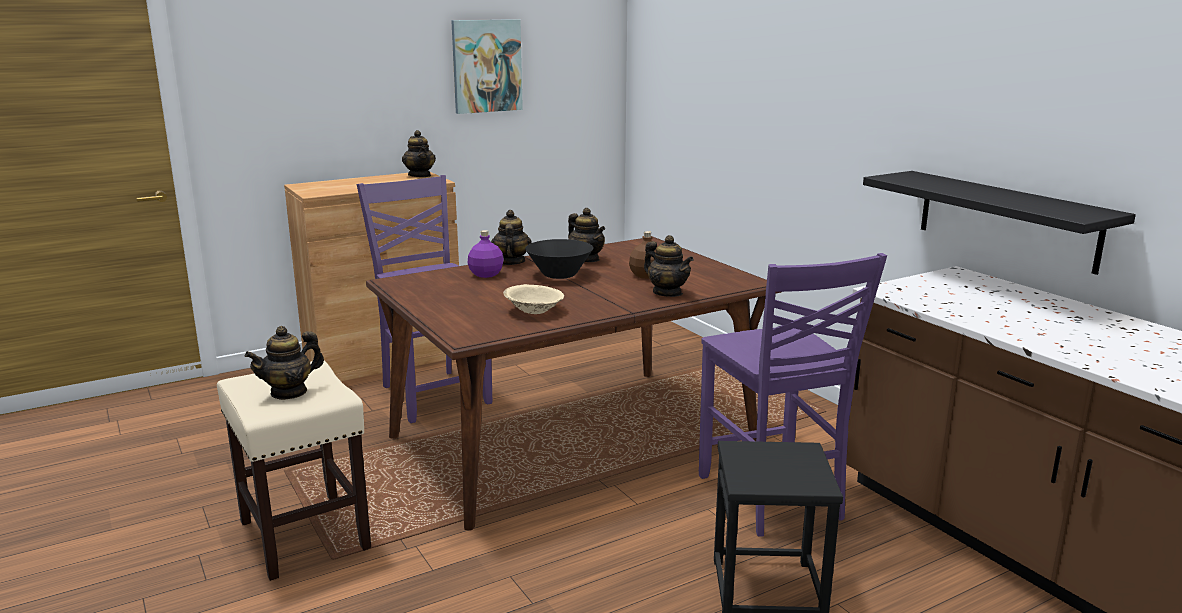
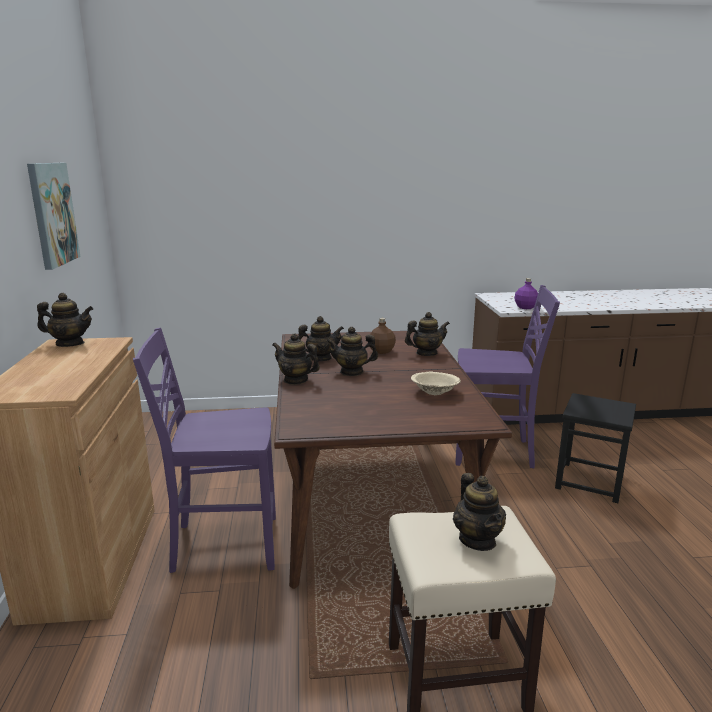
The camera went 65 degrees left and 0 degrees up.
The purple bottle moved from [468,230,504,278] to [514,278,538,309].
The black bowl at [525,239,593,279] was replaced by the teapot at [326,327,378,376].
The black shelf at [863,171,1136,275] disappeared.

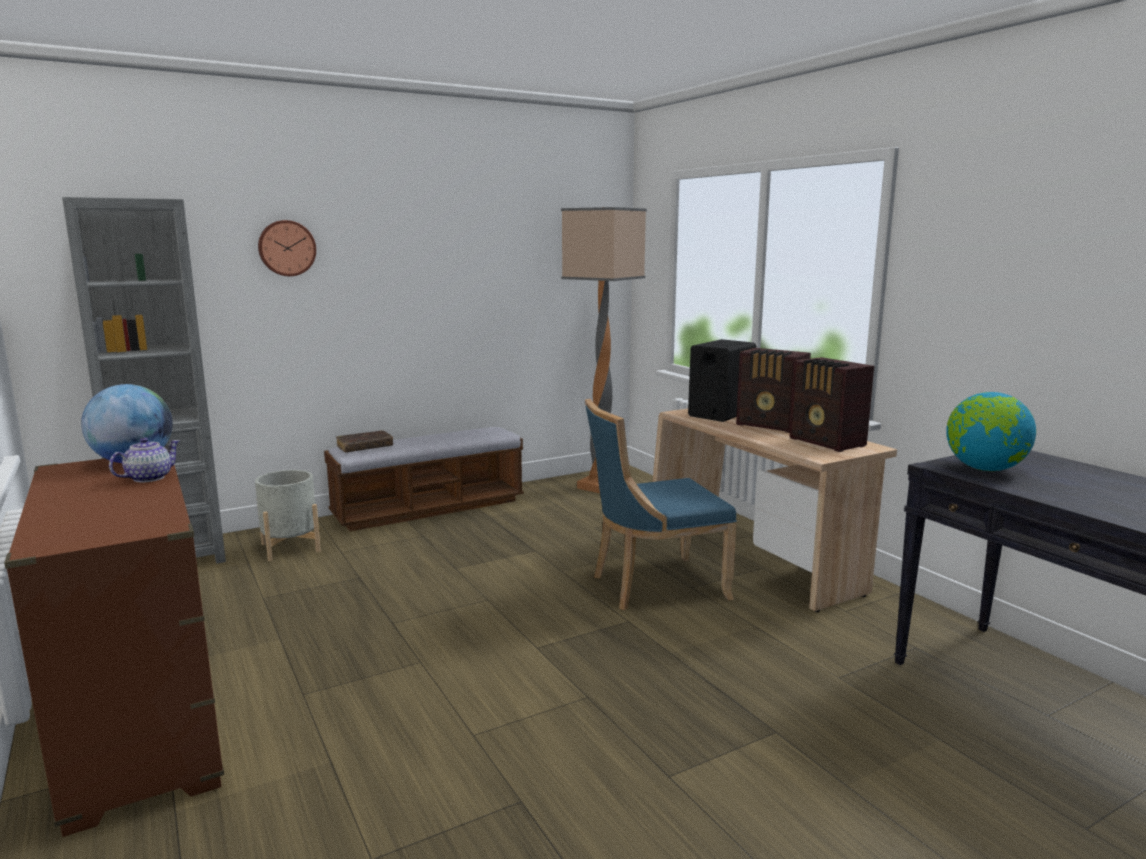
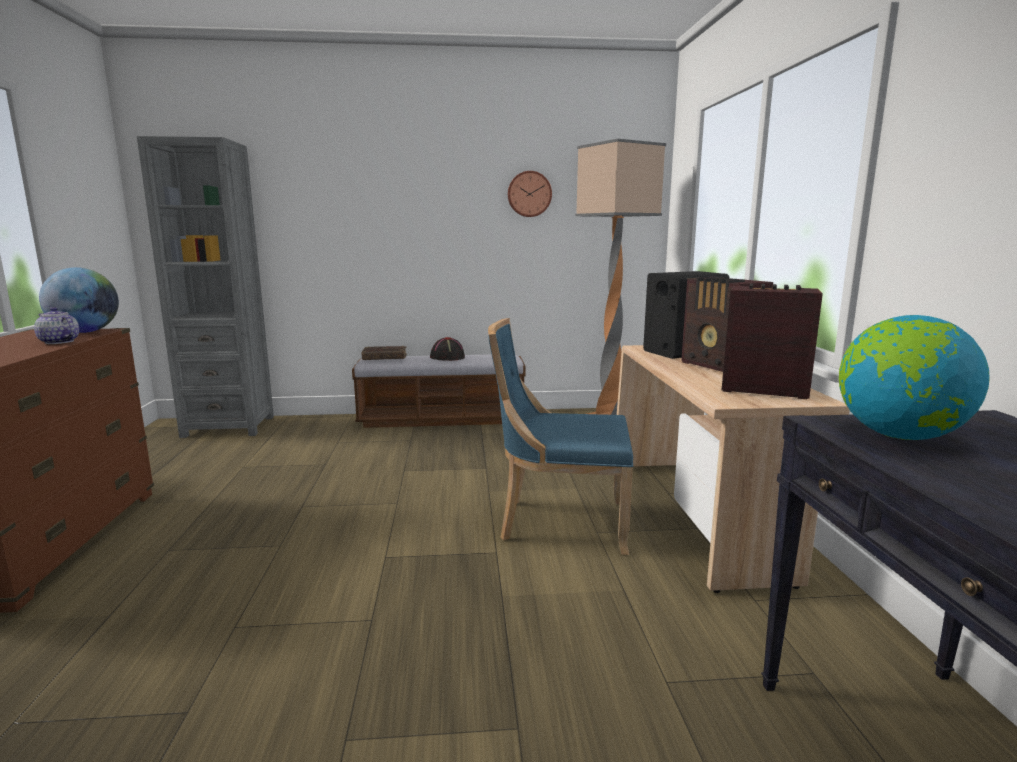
The camera went 25 degrees right and 0 degrees up.
The teapot at [109,438,180,482] turned 120 degrees counterclockwise.
The grey planter at [255,470,321,561] disappeared.
The wall clock moved from [258,220,316,276] to [508,171,552,217].
The radio at [789,357,874,452] turned 120 degrees clockwise.
The black hat at [430,337,465,361] appeared.

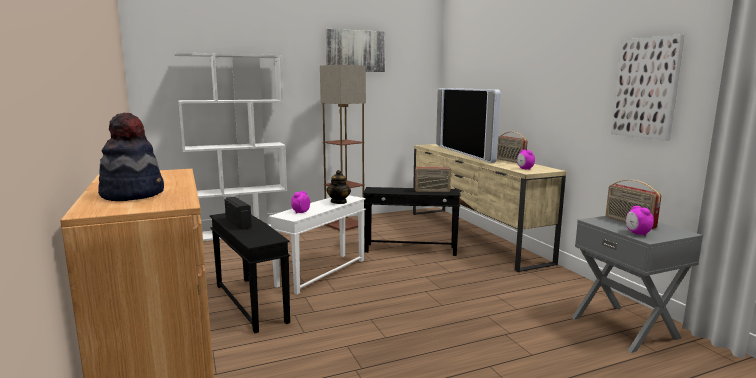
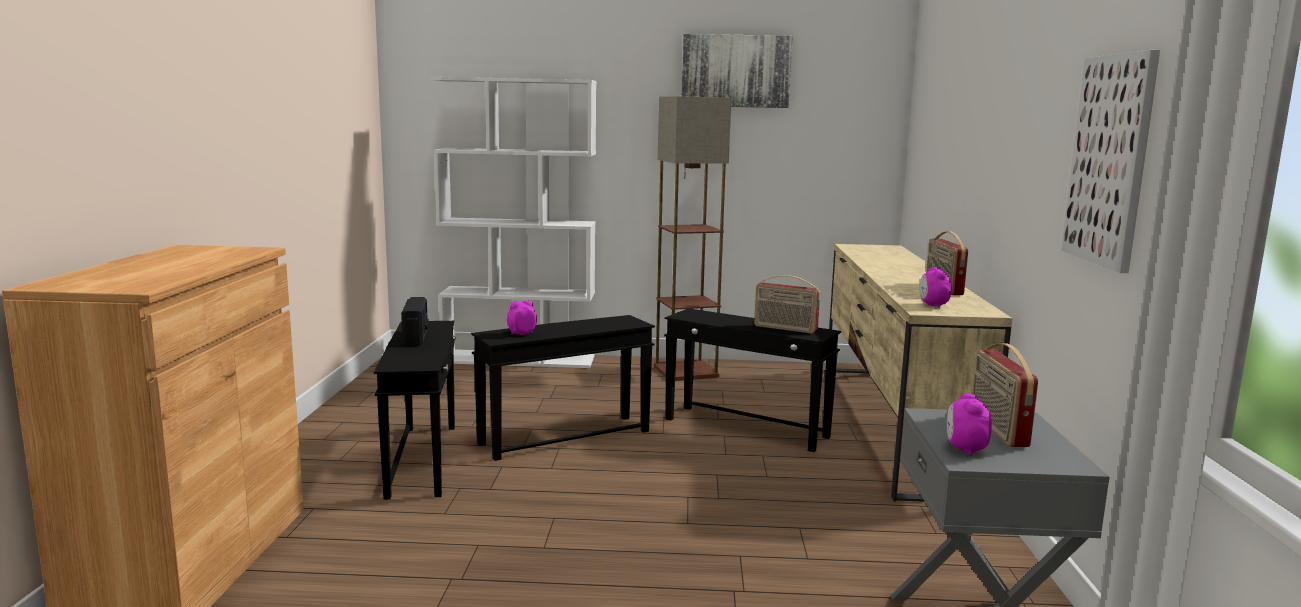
The camera went 25 degrees right and 0 degrees up.
The hat at [98,113,164,201] disappeared.
The white side table at [269,195,366,294] became the black side table at [471,315,655,461].
The teapot at [326,170,351,204] disappeared.
The television at [436,88,501,163] disappeared.

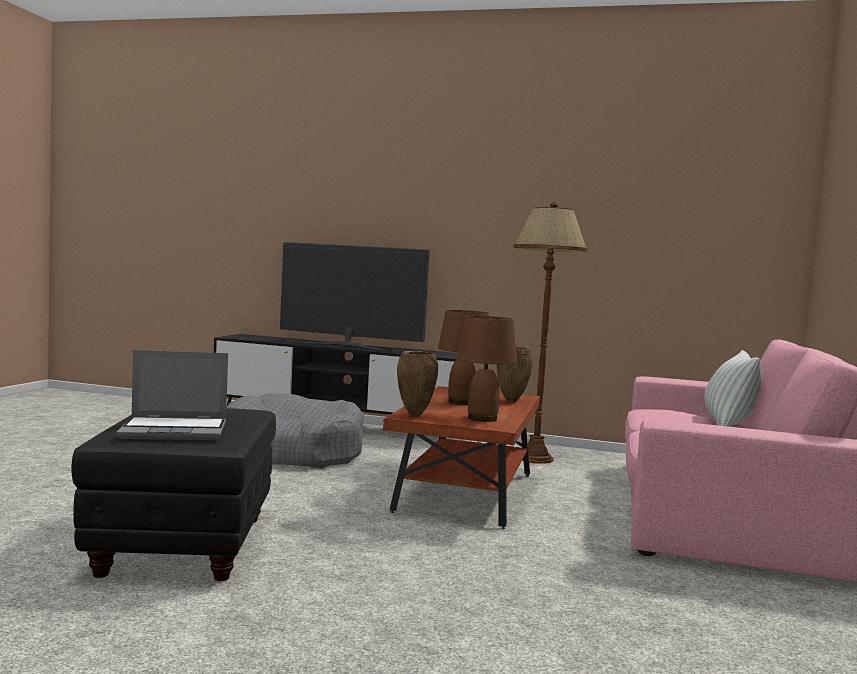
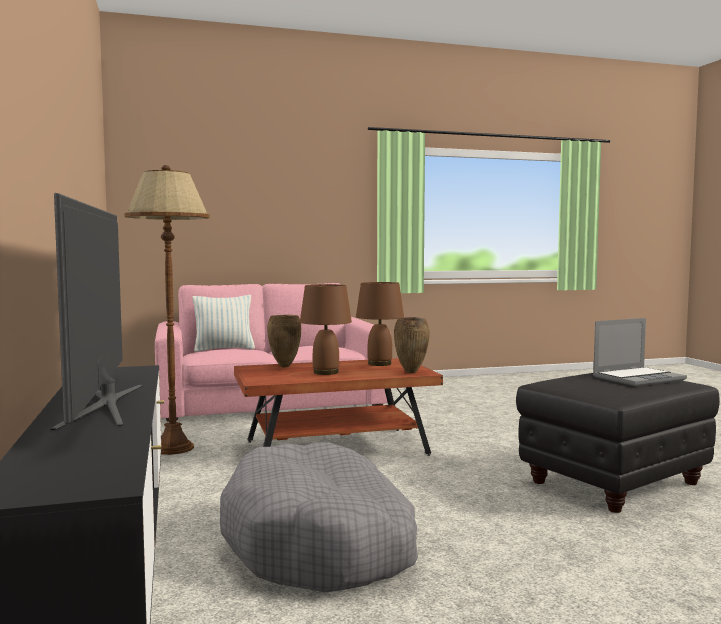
The camera went 120 degrees left and 0 degrees up.
The laptop at [116,350,228,440] turned 105 degrees clockwise.

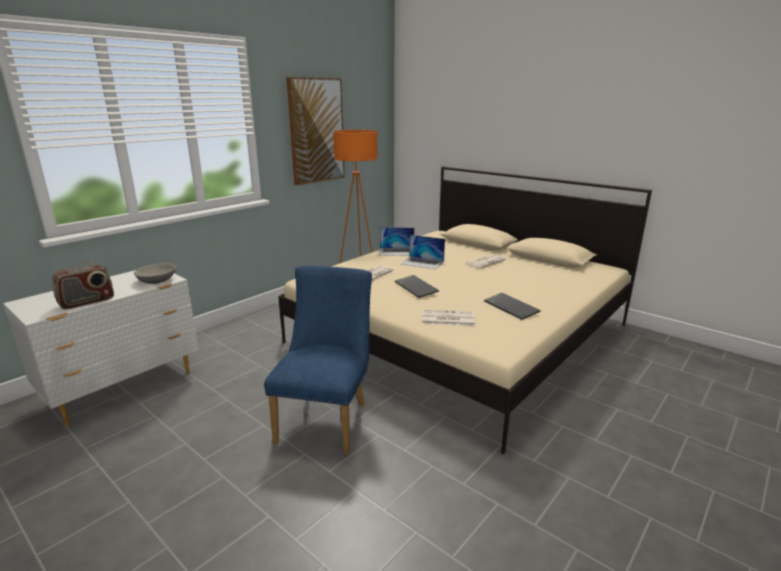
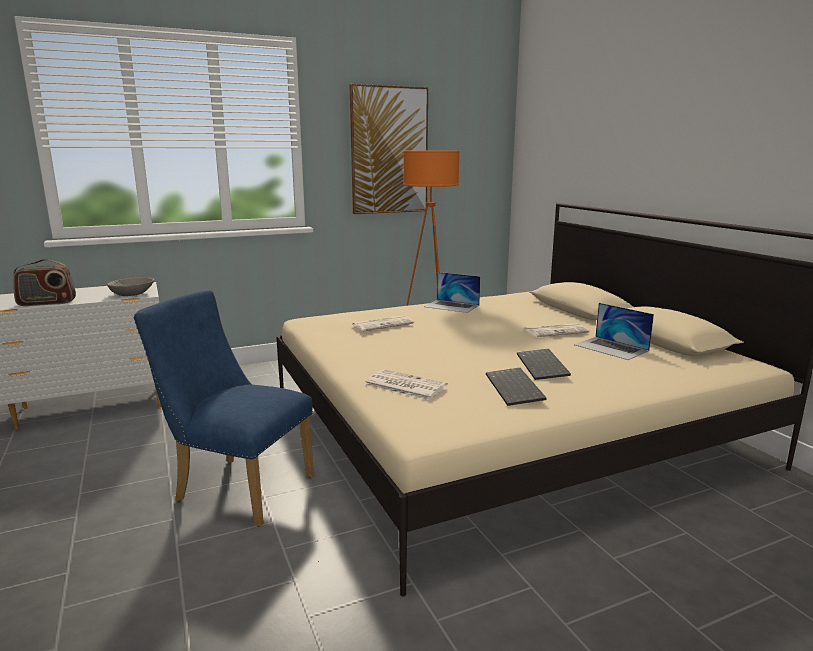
The camera went 25 degrees right and 5 degrees down.
The blue chair at [264,266,372,455] turned 105 degrees counterclockwise.
The keyboard moved from [395,275,439,298] to [517,349,571,380].
The laptop moved from [400,235,445,269] to [574,303,654,360].

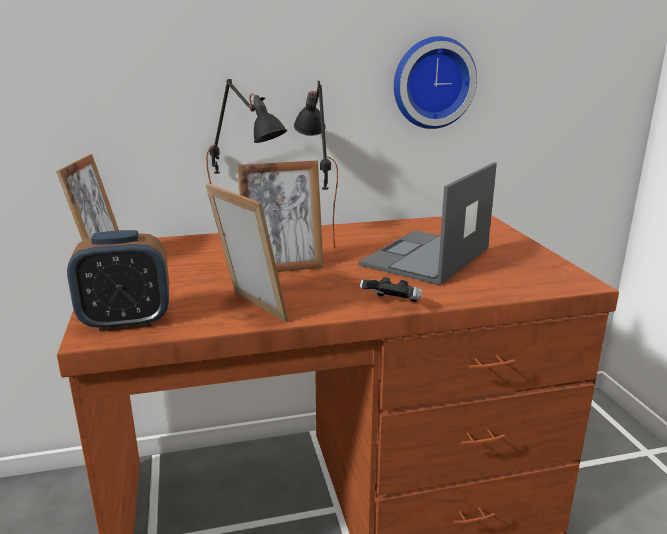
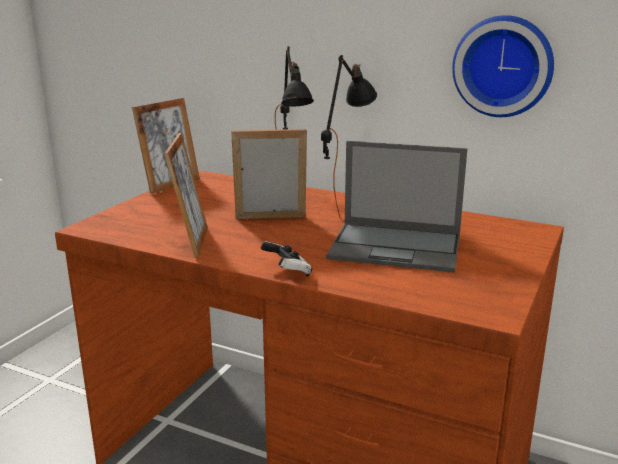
The camera went 40 degrees right and 0 degrees up.
The alarm clock at [67,230,169,332] disappeared.
The picture frame at [237,160,324,272] turned 150 degrees clockwise.
The laptop at [359,162,497,285] turned 150 degrees counterclockwise.

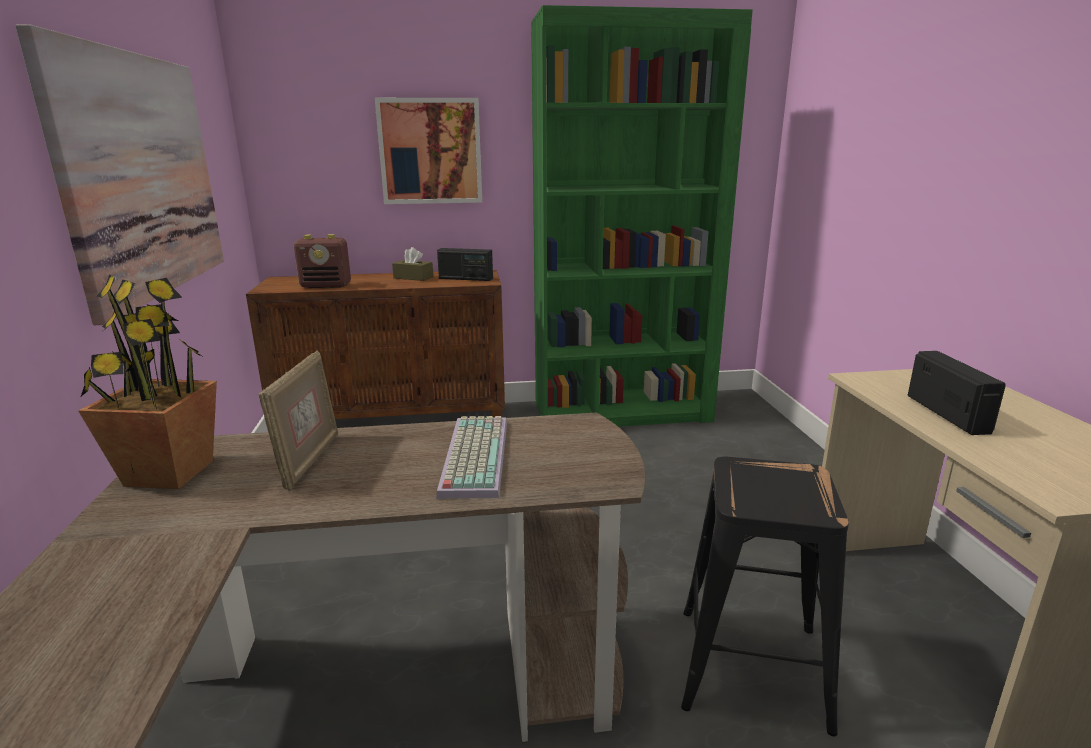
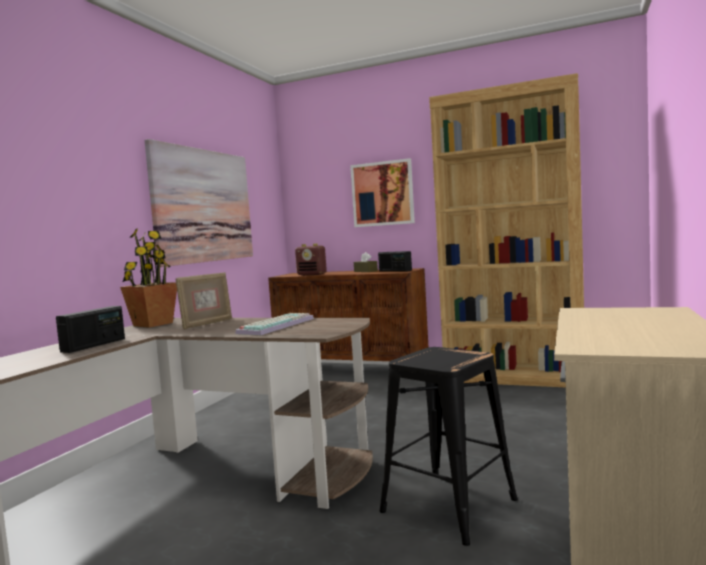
The camera went 30 degrees right and 15 degrees down.
The green bookcase at [531,5,753,427] became the brown bookcase at [429,73,584,387].
The radio moved from [907,351,1006,435] to [56,306,125,353].

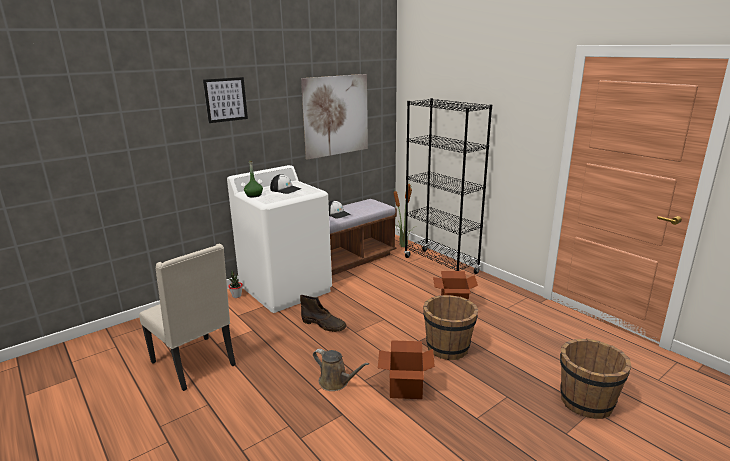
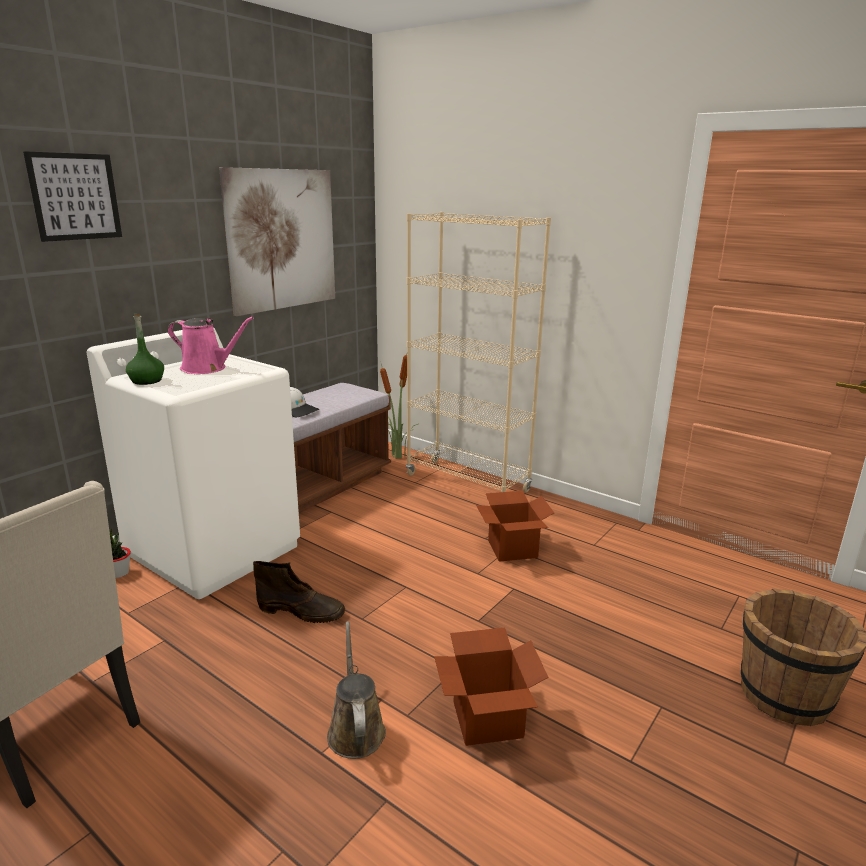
The camera went 15 degrees left and 0 degrees up.
The cap at [270,174,301,194] was replaced by the pink watering can at [168,317,254,374].
The brown watering can at [313,349,369,391] turned 120 degrees counterclockwise.
The black bookcase at [404,98,492,274] became the beige bookcase at [406,212,551,493].
The brown bucket at [423,295,478,360] disappeared.

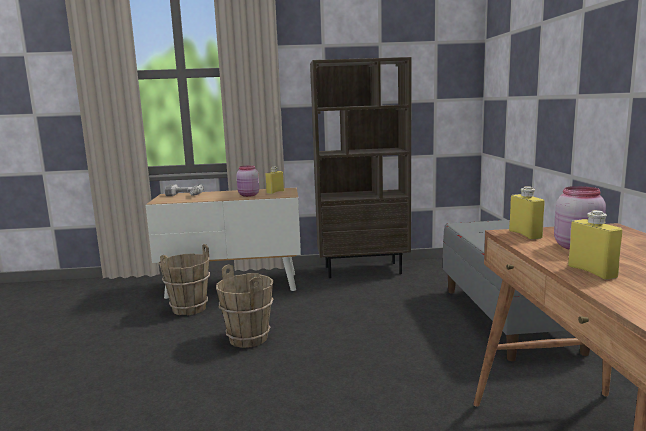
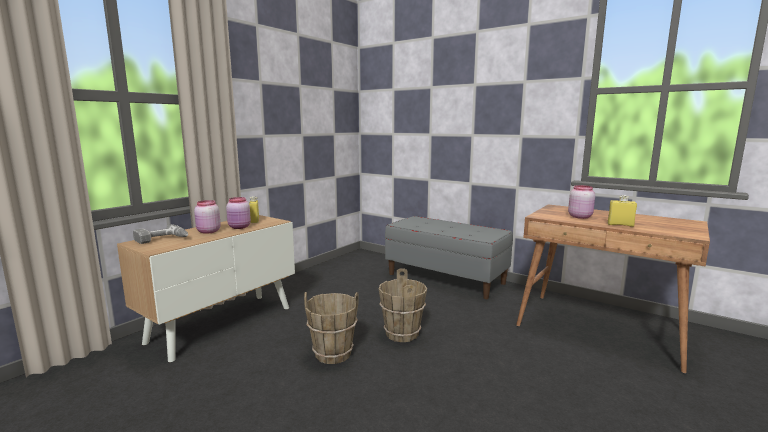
The camera went 50 degrees left and 0 degrees up.
The brown bucket moved from [159,244,210,315] to [378,268,427,342].
The brown bookcase at [310,57,412,278] disappeared.
The yellow bottle at [509,186,545,239] disappeared.
The pink jar at [194,200,221,234] appeared.

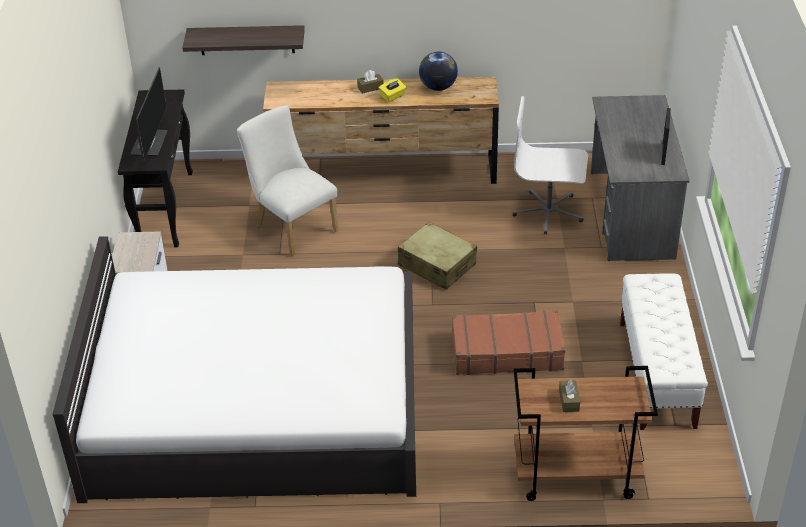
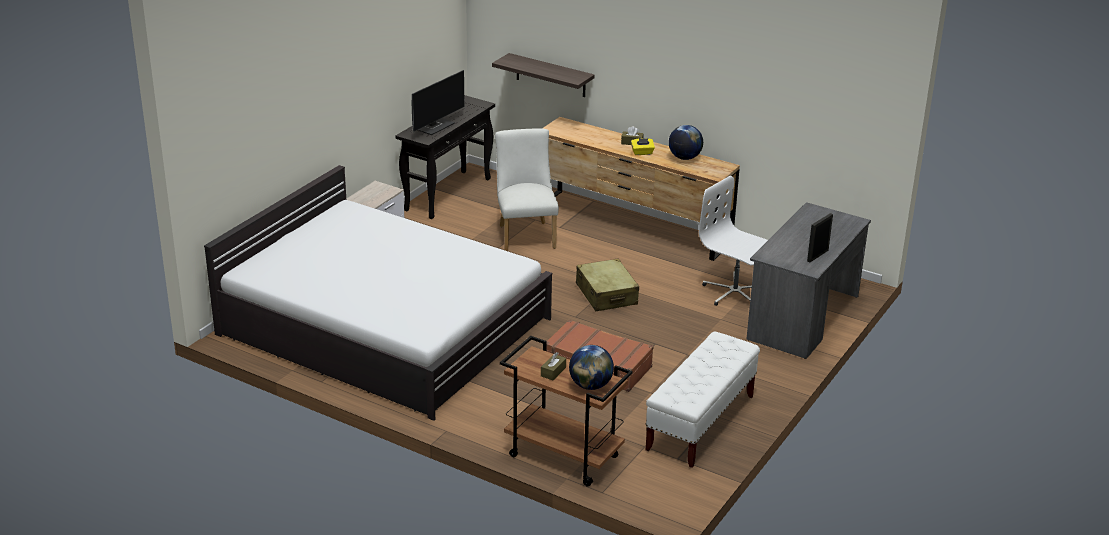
The camera went 30 degrees right and 10 degrees down.
The globe at [569,345,614,390] appeared.

